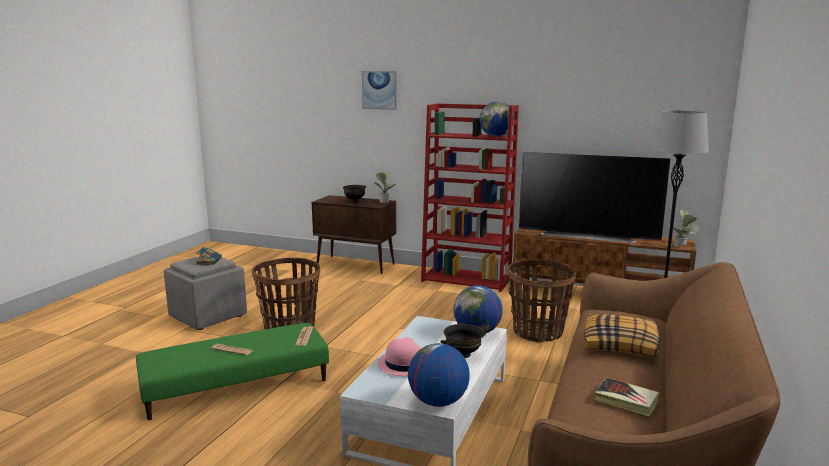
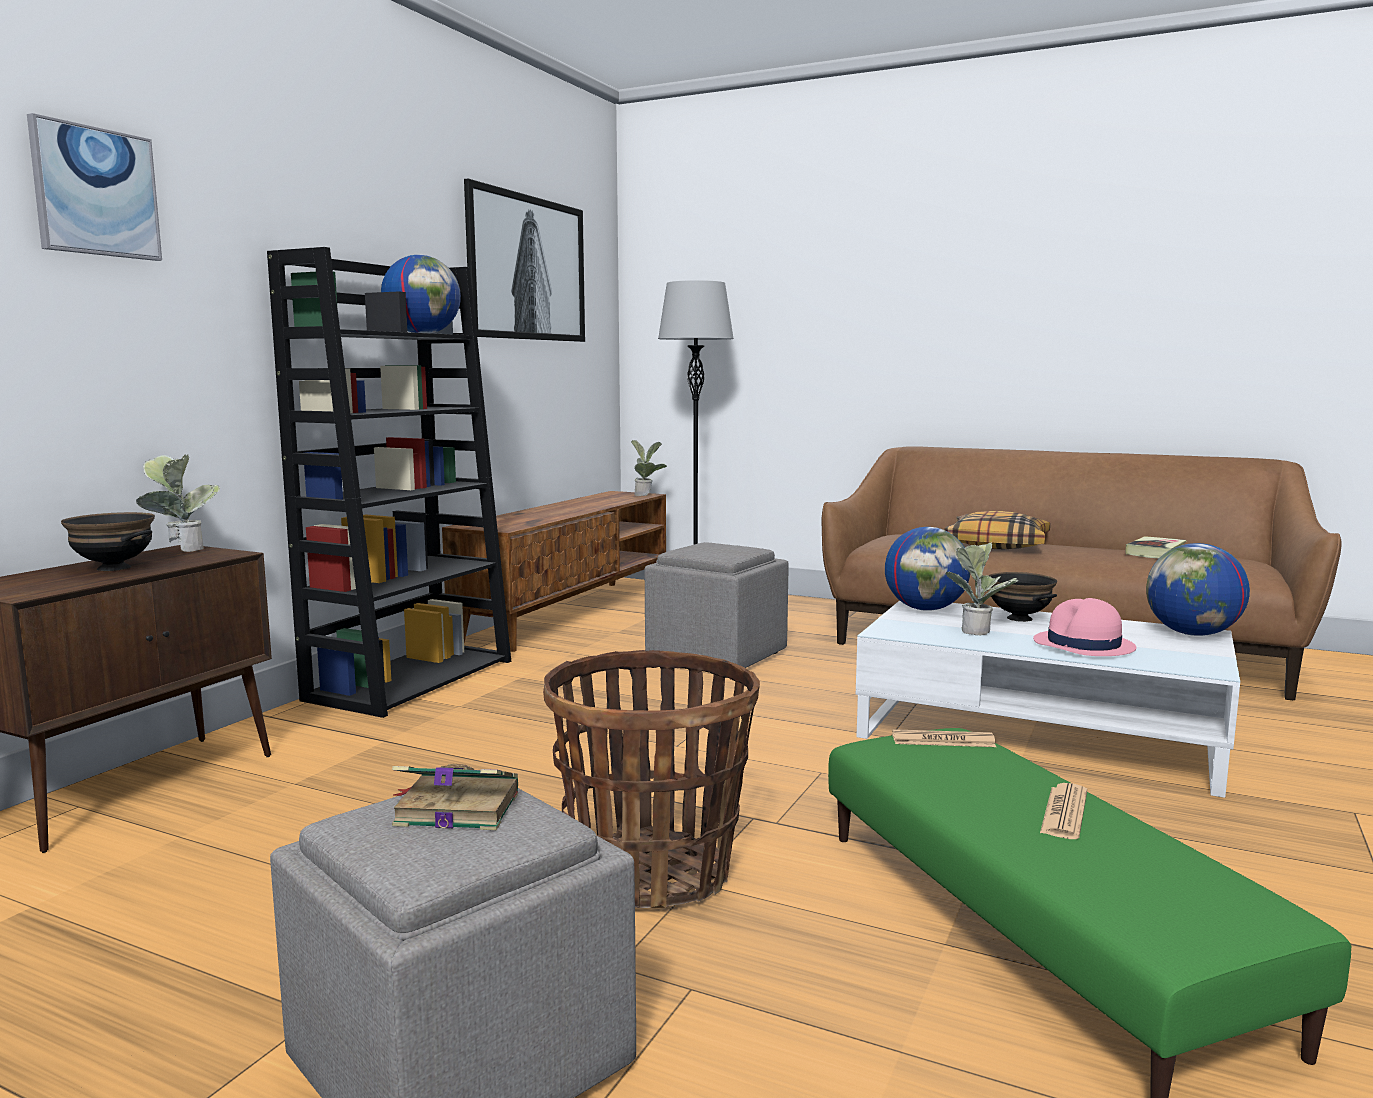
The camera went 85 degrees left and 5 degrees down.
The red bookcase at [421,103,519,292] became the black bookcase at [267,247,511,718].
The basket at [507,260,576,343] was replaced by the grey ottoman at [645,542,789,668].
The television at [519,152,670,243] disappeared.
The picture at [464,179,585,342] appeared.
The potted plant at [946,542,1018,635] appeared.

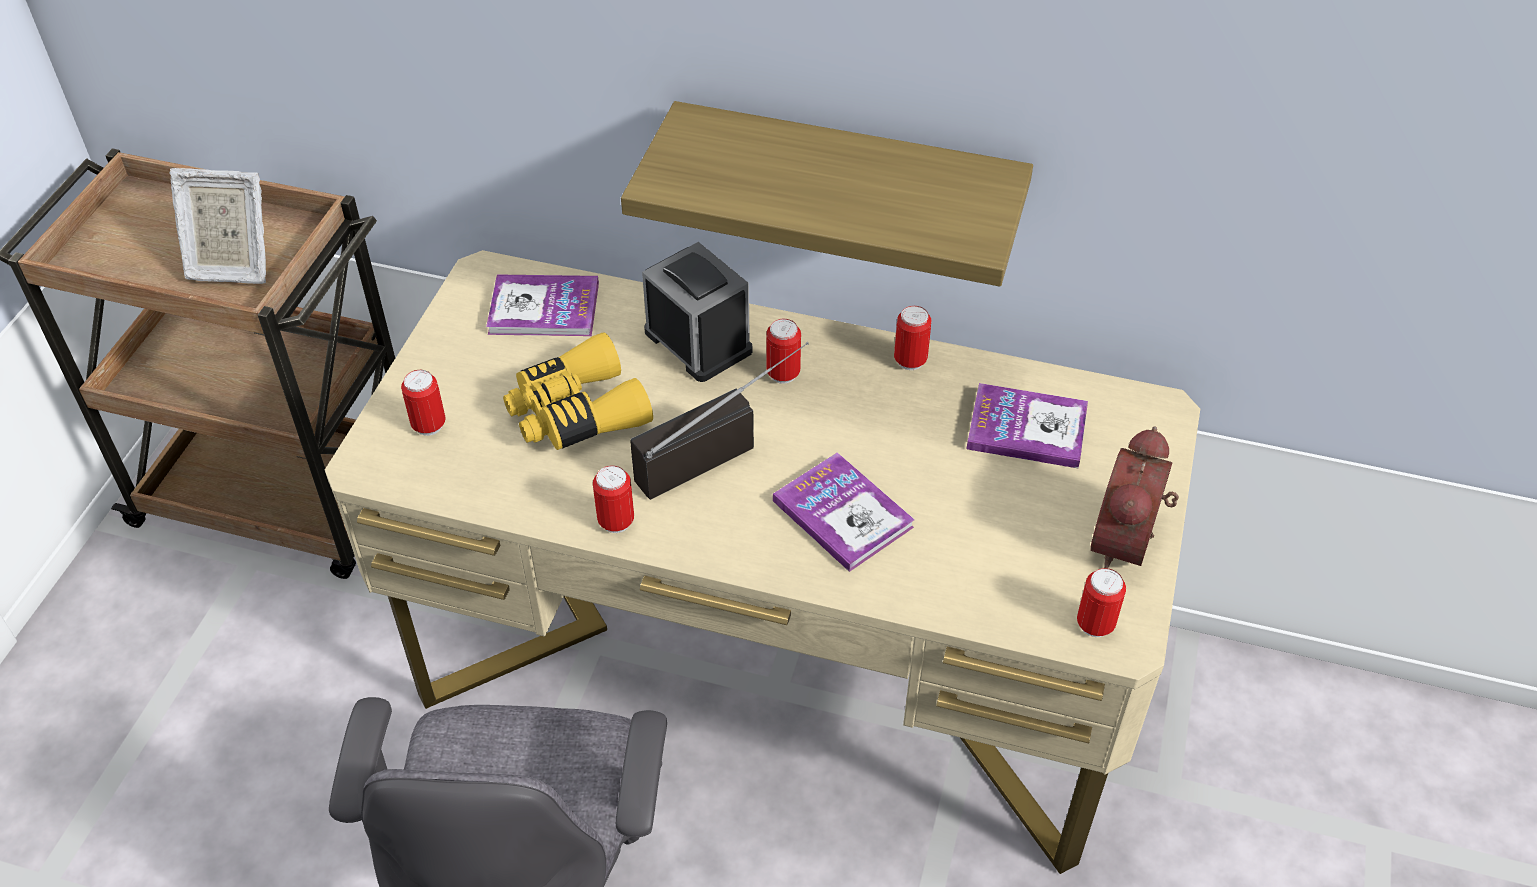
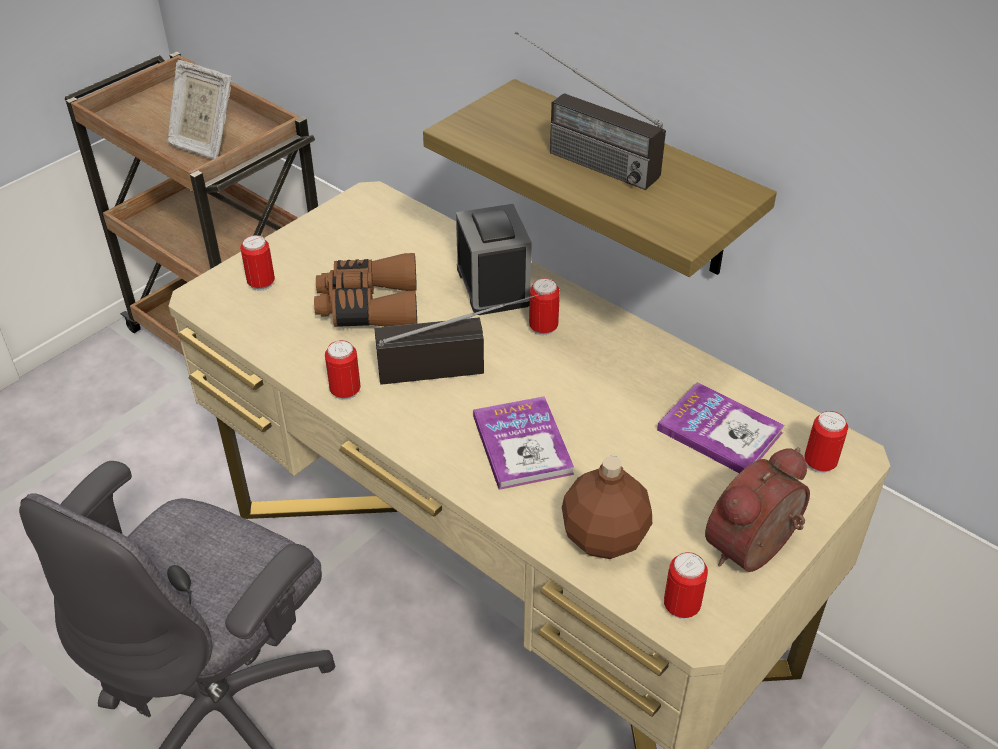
The camera went 25 degrees right and 5 degrees down.
The book at [486,274,599,336] disappeared.
The yellow binoculars at [503,332,653,450] became the brown binoculars at [314,253,417,327].
The can moved from [894,306,931,370] to [804,411,848,473].
The radio at [515,31,666,190] appeared.
The brown bottle at [562,456,652,559] appeared.

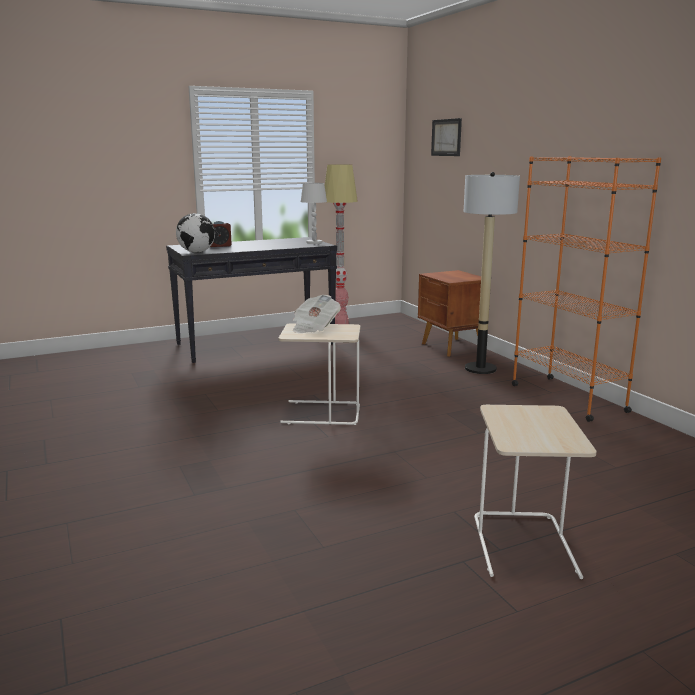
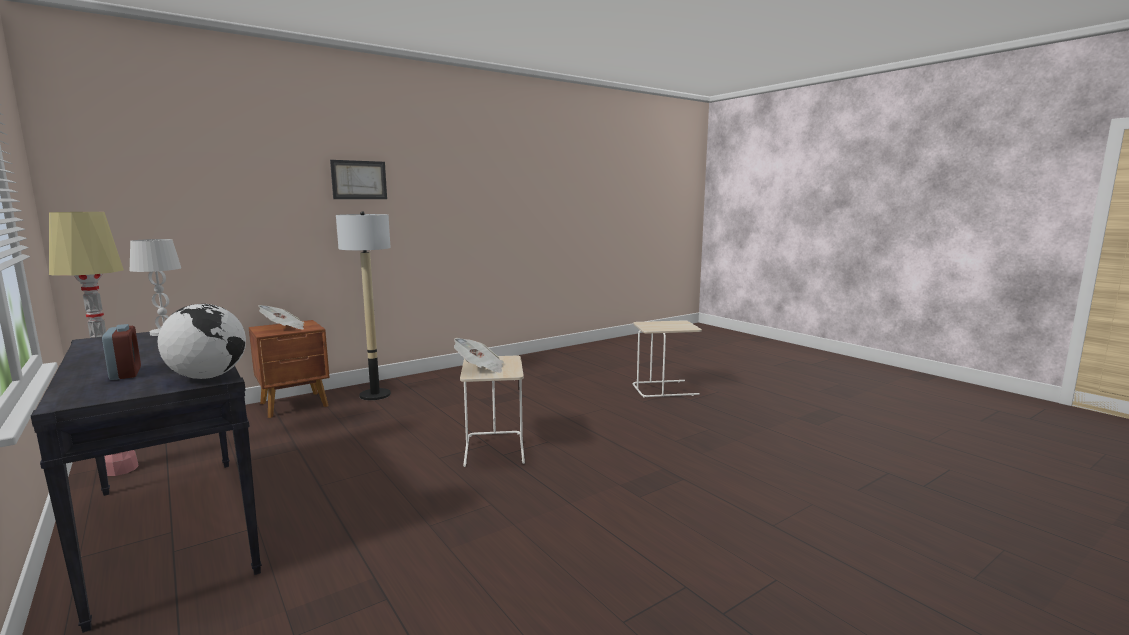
The camera went 100 degrees left and 5 degrees down.
The picture moved from [431,118,462,156] to [330,160,387,199].
The orange bookcase at [512,156,661,422] disappeared.
The newspaper at [258,305,304,329] appeared.

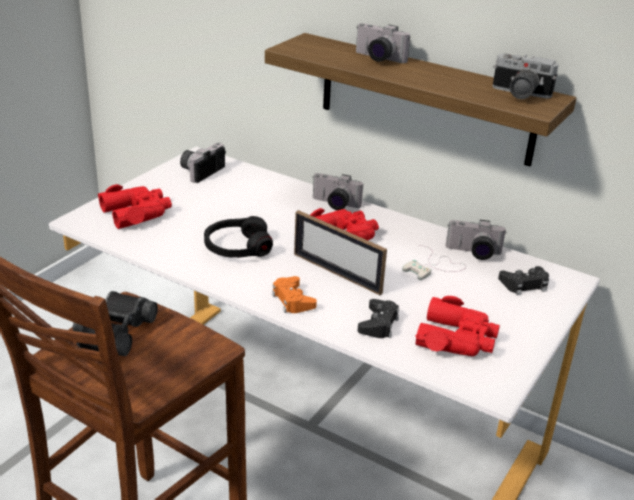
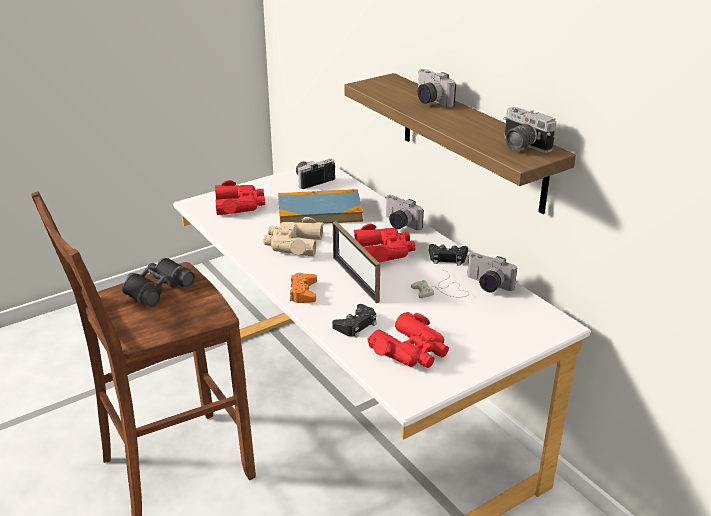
The camera went 25 degrees right and 0 degrees up.
The black headphones at [204,216,273,258] was replaced by the beige binoculars at [263,217,324,256].
The black game controller moved from [498,266,549,295] to [429,244,468,266].
The book at [278,189,363,224] appeared.

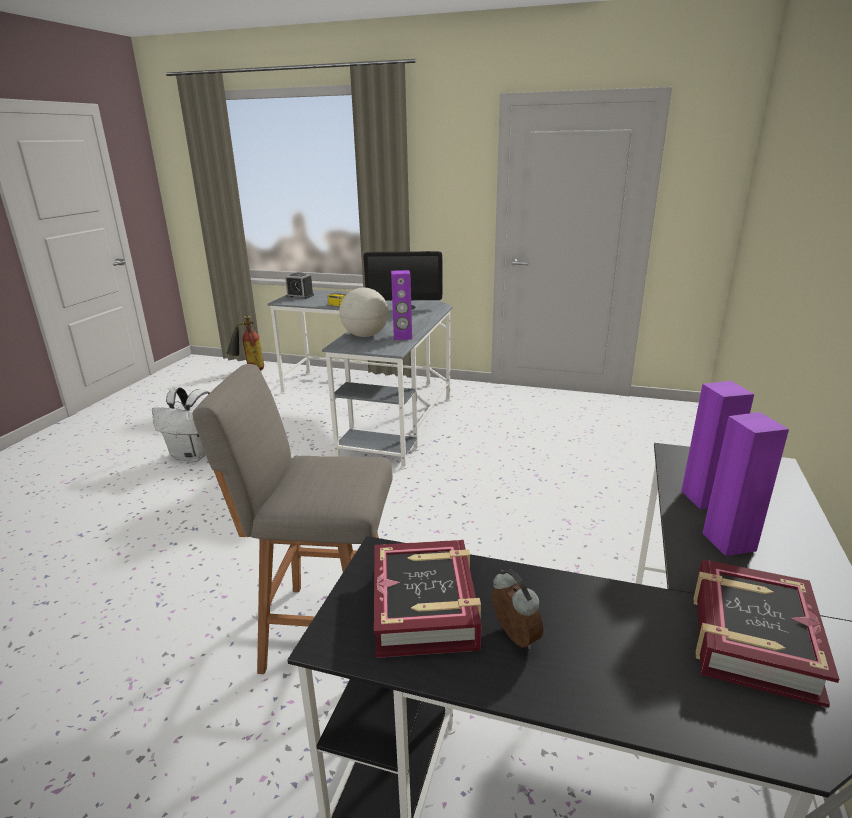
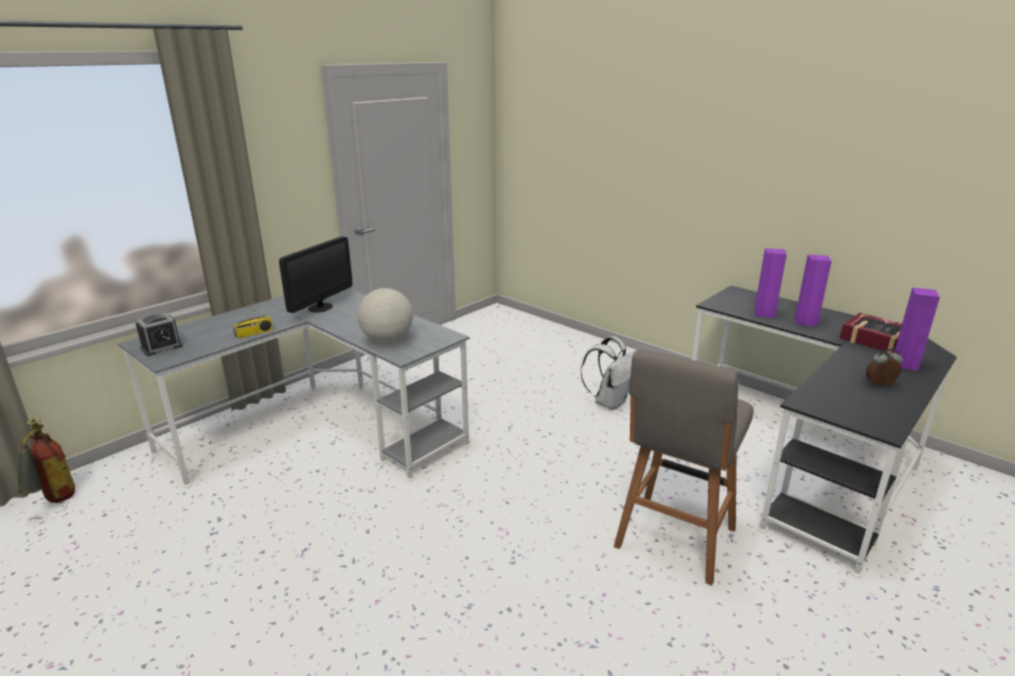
The camera went 65 degrees left and 0 degrees up.
The white backpack moved from [152,387,210,462] to [580,336,637,410].
The book at [374,540,481,658] disappeared.
The purple speaker moved from [391,270,412,340] to [894,288,940,371].

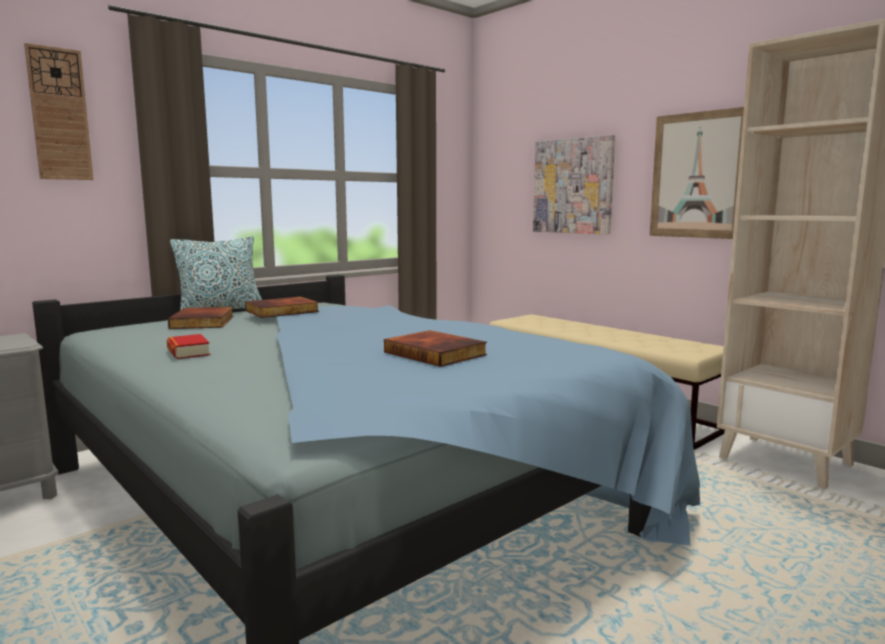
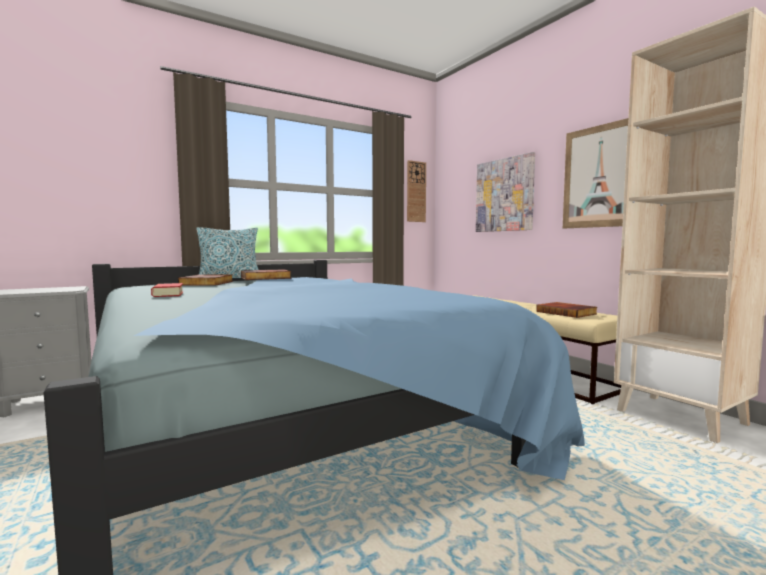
The camera went 10 degrees right and 5 degrees down.
The wall clock moved from [24,43,94,180] to [407,160,426,222].
The book moved from [384,330,487,367] to [536,302,597,318].

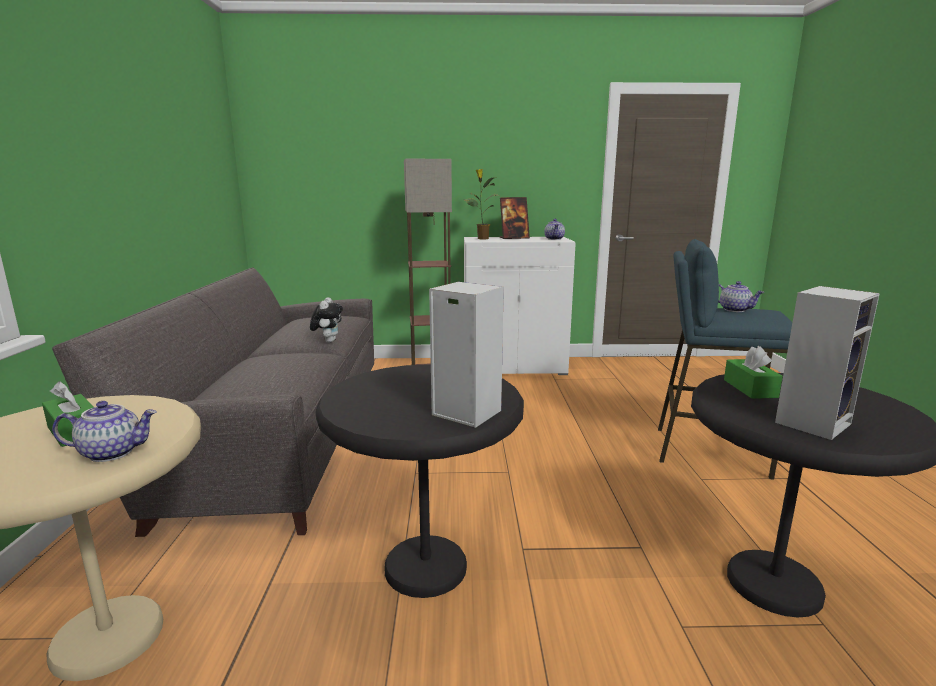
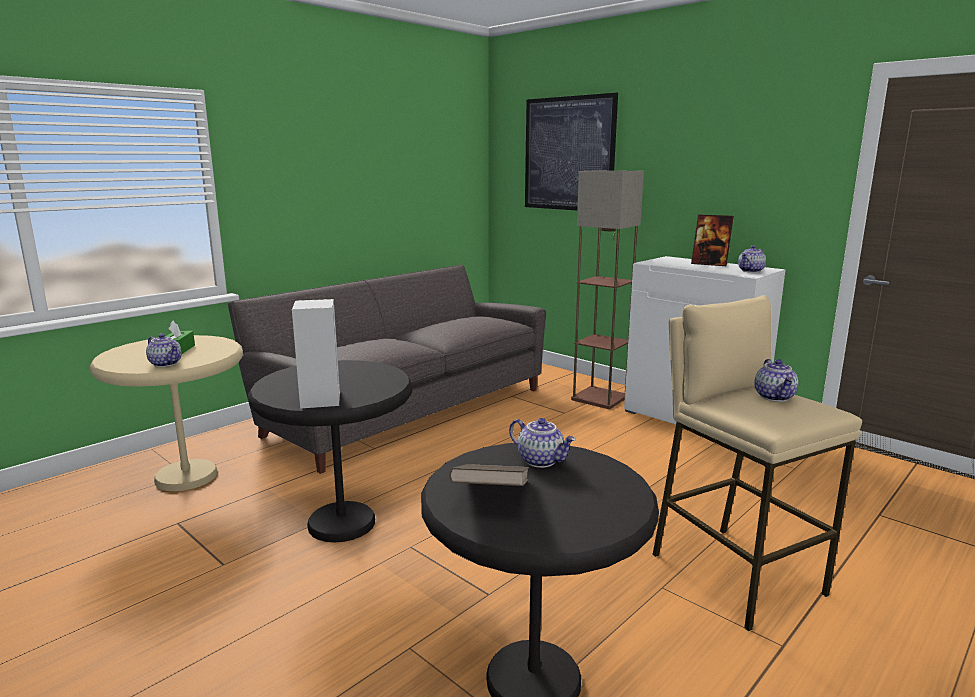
The camera went 45 degrees right and 0 degrees up.
The plush toy at [310,297,343,343] disappeared.
The potted plant at [465,169,500,239] disappeared.
The blue stool at [658,239,792,480] became the beige stool at [652,295,862,632].
The green tissue box at [724,346,783,399] was replaced by the teapot at [509,418,576,468].
The speaker at [775,286,880,440] was replaced by the brown book at [449,464,529,486].
The picture at [525,93,618,210] appeared.

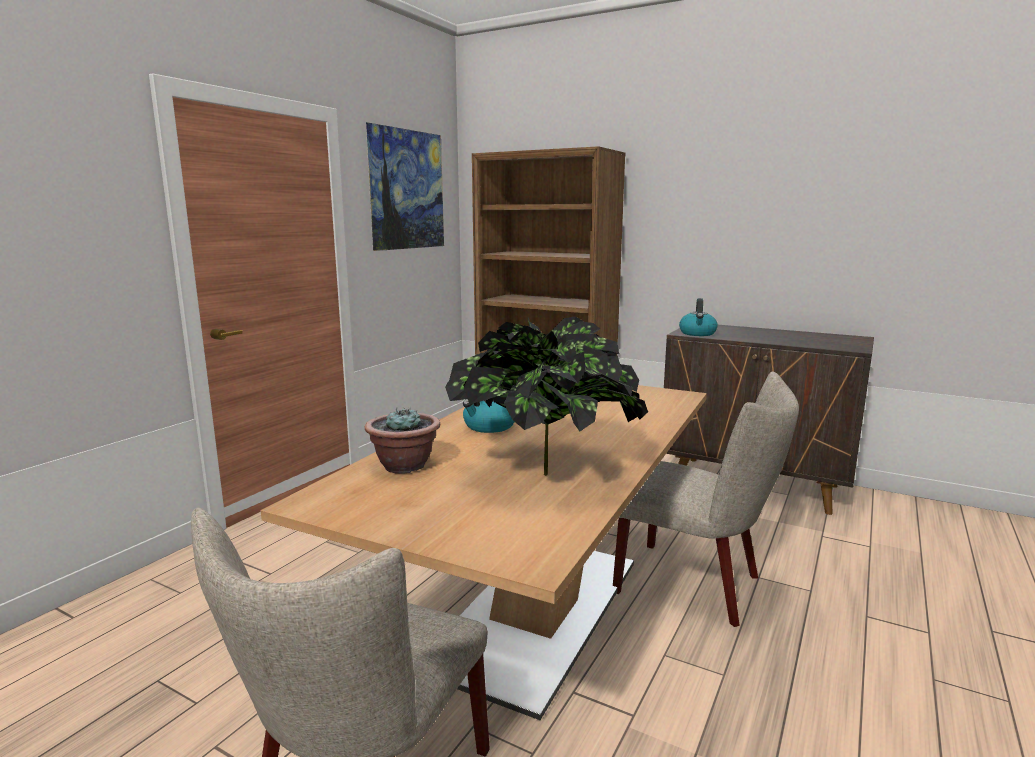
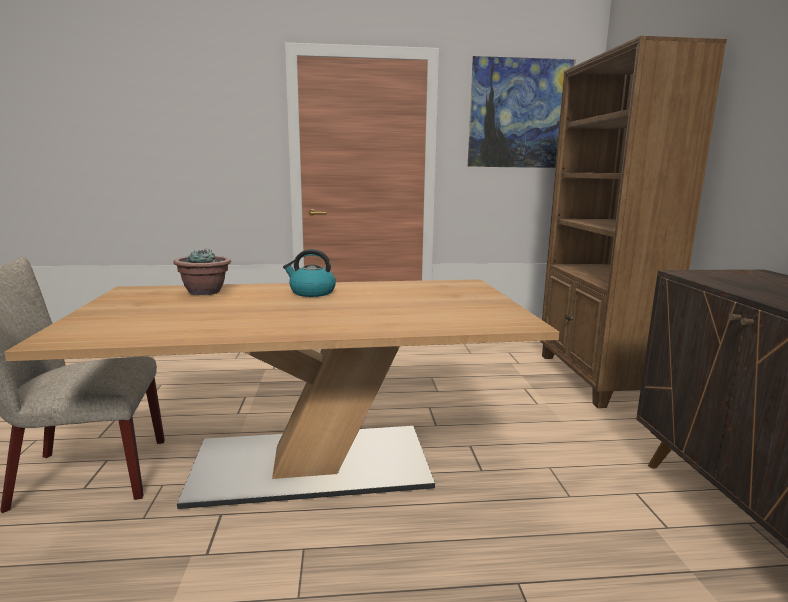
The camera went 55 degrees right and 0 degrees up.
The potted plant at [445,316,648,476] disappeared.
The beige chair at [613,371,799,627] disappeared.
The kettle at [679,298,718,336] disappeared.

